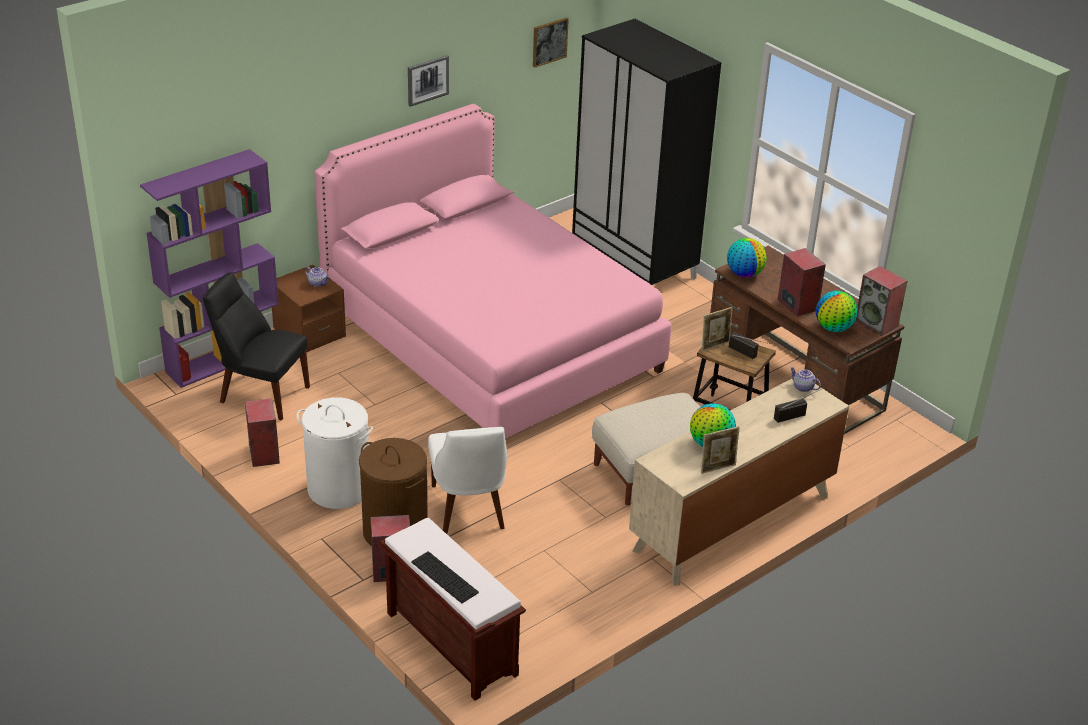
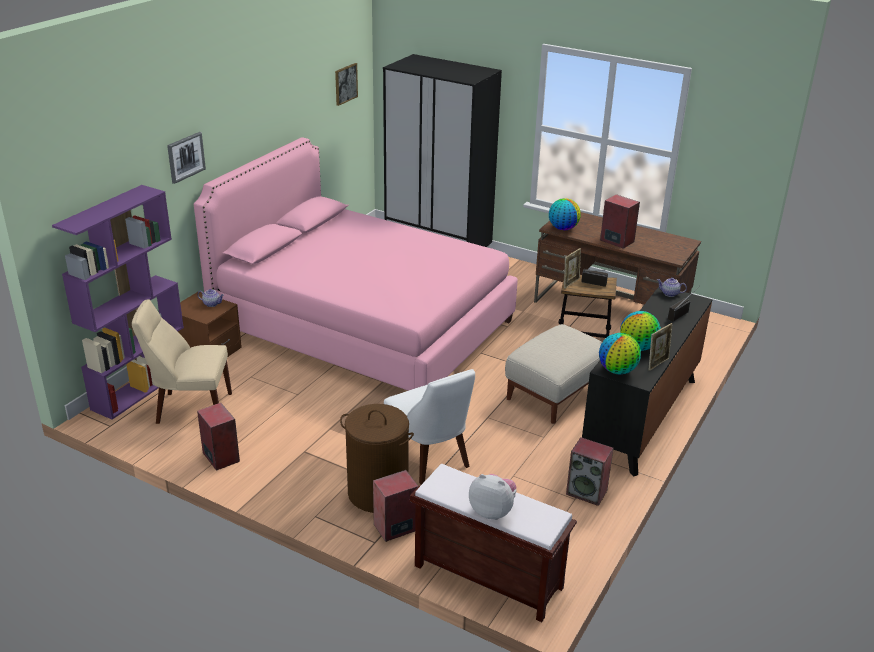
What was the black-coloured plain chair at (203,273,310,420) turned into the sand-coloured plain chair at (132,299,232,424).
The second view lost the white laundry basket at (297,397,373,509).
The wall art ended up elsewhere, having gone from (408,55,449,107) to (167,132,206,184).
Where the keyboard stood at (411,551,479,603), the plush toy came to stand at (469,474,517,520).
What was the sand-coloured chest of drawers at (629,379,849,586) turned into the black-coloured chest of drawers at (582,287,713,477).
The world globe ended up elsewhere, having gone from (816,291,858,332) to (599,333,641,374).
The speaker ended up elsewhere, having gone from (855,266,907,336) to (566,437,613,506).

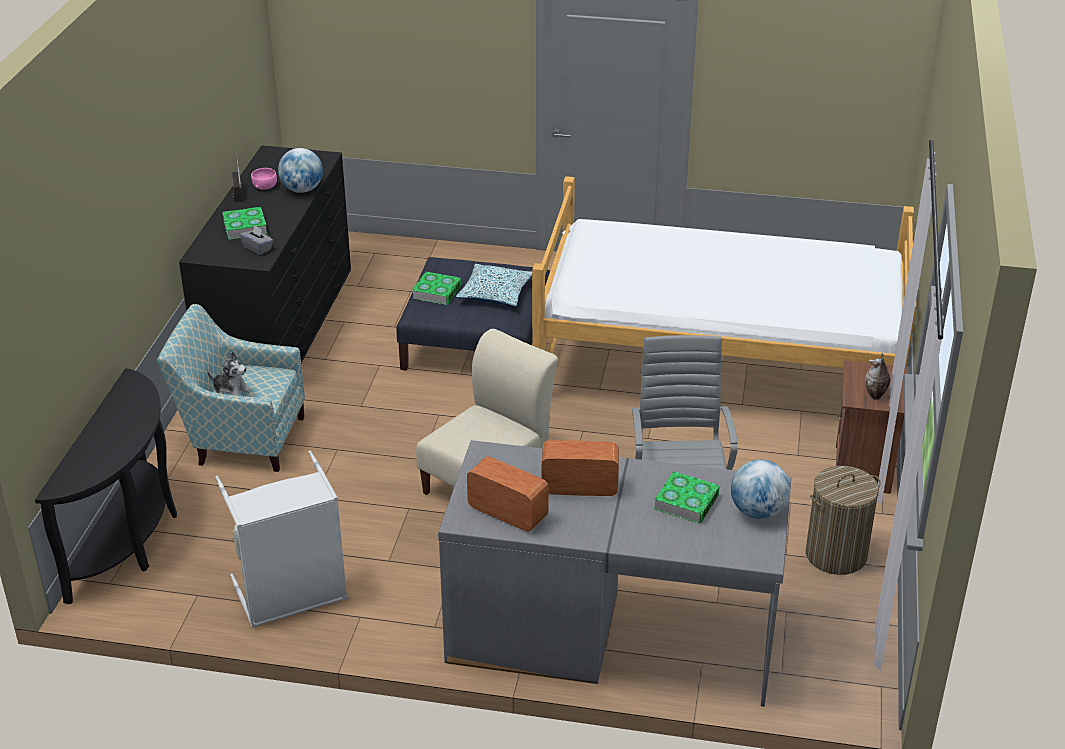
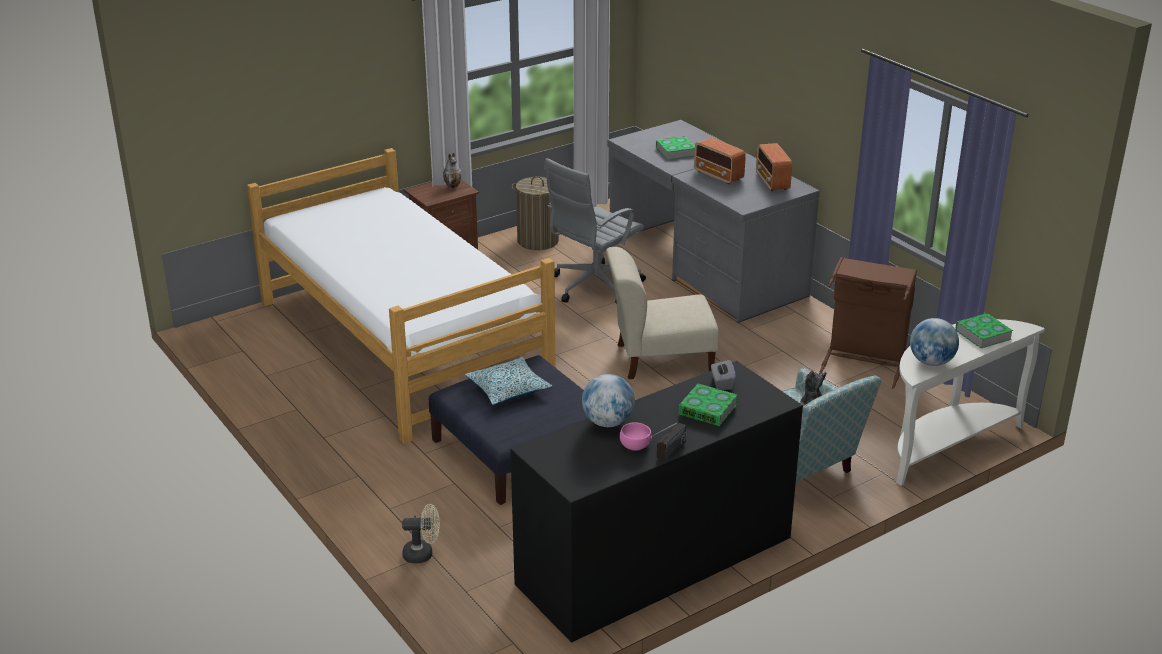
What was the black-coloured hall table at (35,368,177,604) turned into the white hall table at (896,319,1045,486).
What was the grey laundry basket at (215,451,347,628) turned into the brown-coloured laundry basket at (819,257,917,389).
The book ended up elsewhere, having gone from (412,272,461,305) to (955,313,1013,348).
The world globe ended up elsewhere, having gone from (731,459,791,519) to (910,318,959,366).
The second view gained the sand-coloured fan at (402,504,440,564).

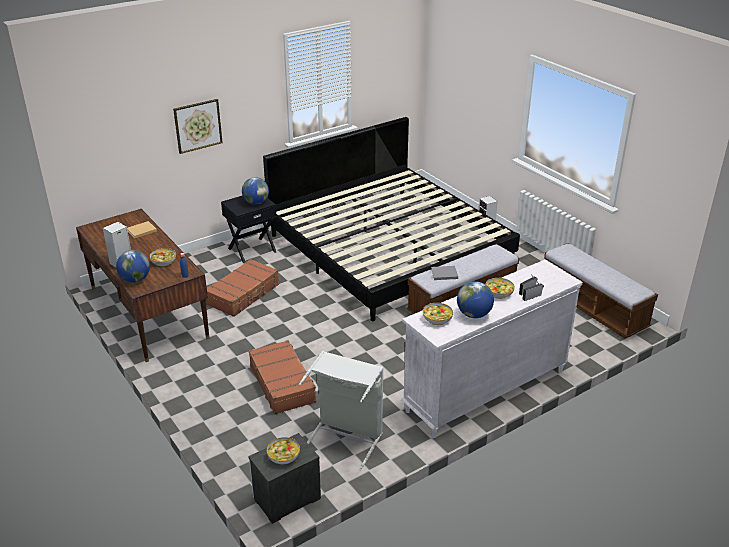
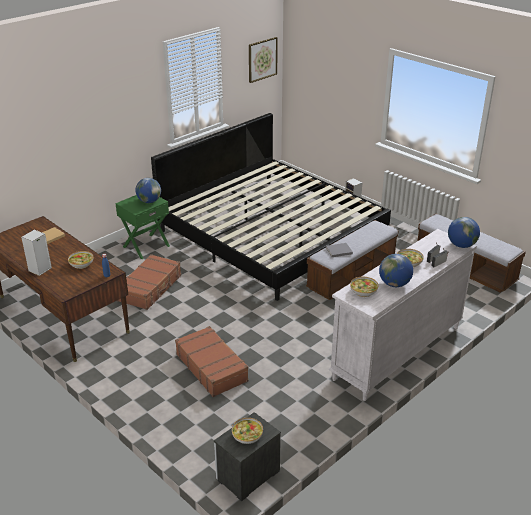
The world globe ended up elsewhere, having gone from (116,250,150,283) to (448,217,480,248).
The wall art ended up elsewhere, having gone from (173,99,223,154) to (249,37,278,83).
What was the black-coloured bedside table at (221,195,277,263) turned into the green bedside table at (115,195,170,259).
The second view lost the grey laundry basket at (299,351,384,469).

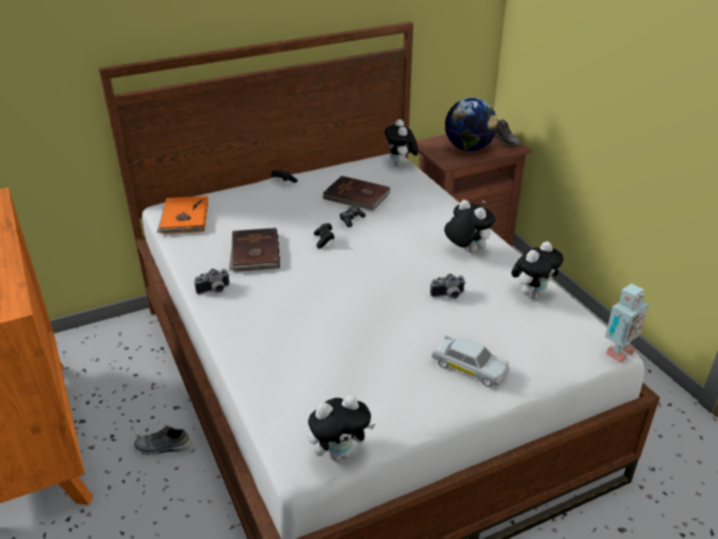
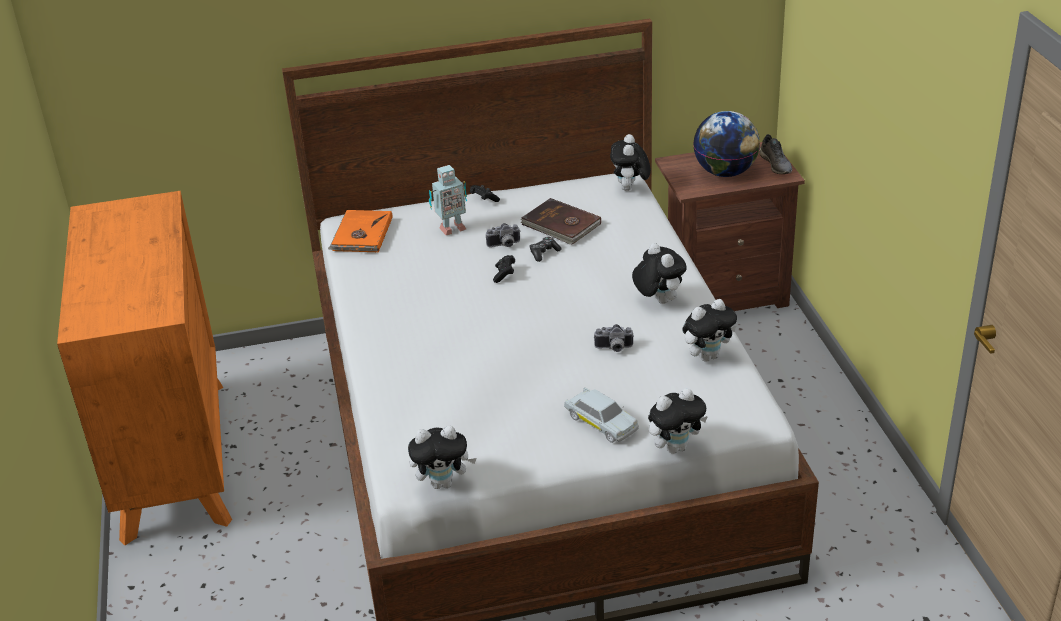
The second view lost the grey low shoe at (134,426,191,455).
The still camera ended up elsewhere, having gone from (194,269,230,294) to (486,223,521,247).
The second view lost the brown-coloured book at (229,228,280,272).
The model robot ended up elsewhere, having gone from (605,284,649,363) to (429,165,467,235).
The second view gained the plush toy at (648,388,708,454).

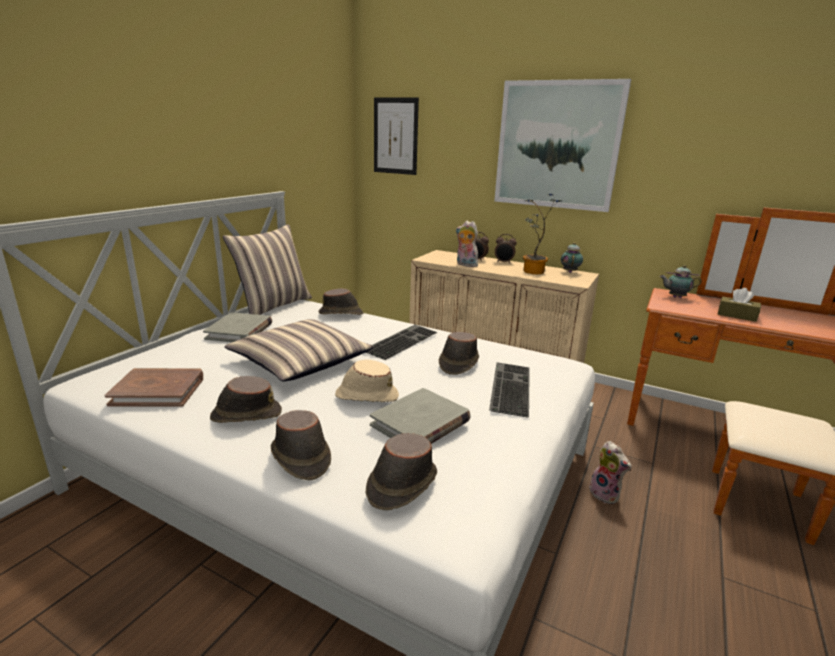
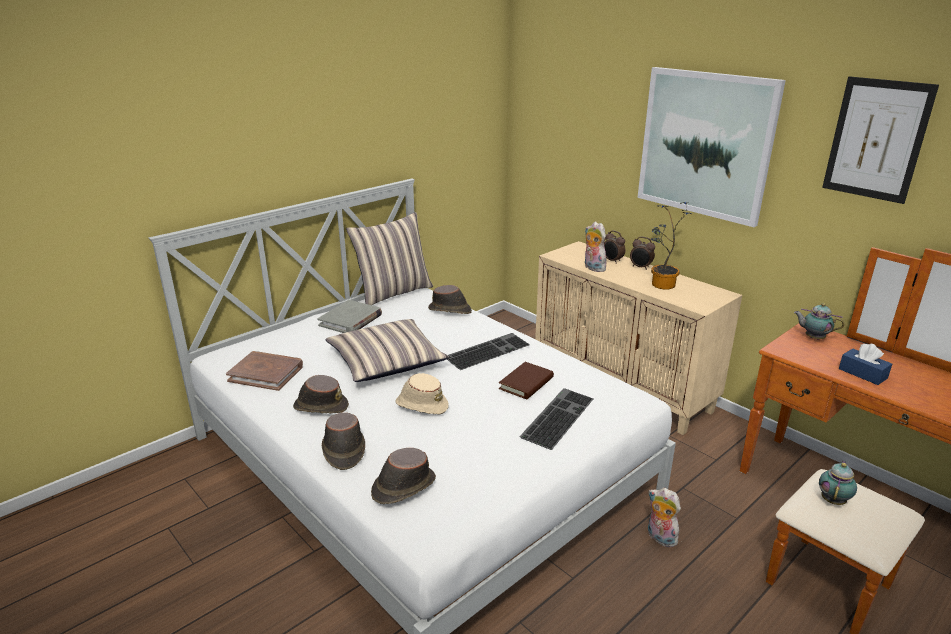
The second view lost the grey book at (370,388,471,444).
The wall art ended up elsewhere, having gone from (374,98,419,175) to (822,76,939,204).
Where the brown-coloured wearable hat stood at (439,332,479,375), the brown-coloured book came to stand at (499,362,554,399).
The teapot ended up elsewhere, having gone from (561,242,583,273) to (819,461,857,505).
The plush toy at (589,441,632,504) ended up facing another way, 150 degrees clockwise from before.
What was the brown-coloured tissue box at (718,288,761,322) turned into the bluish tissue box at (839,344,892,385).

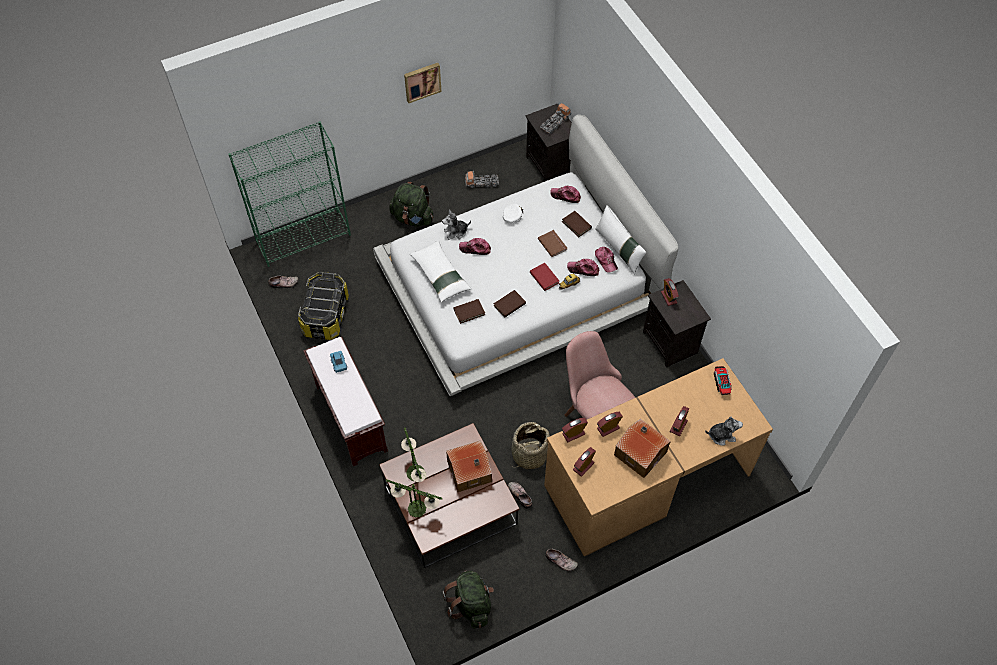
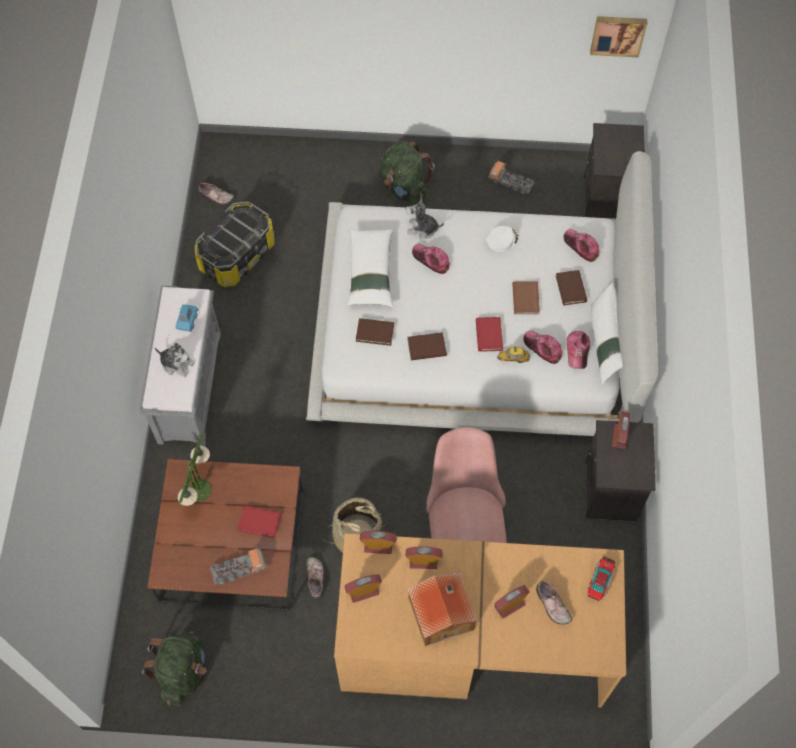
The second view lost the green bookcase at (228,121,351,267).
What was the brown-coloured long seat at (303,337,388,466) turned into the grey long seat at (139,285,221,446).
The second view lost the table lamp at (386,479,443,518).
The wall art ended up elsewhere, having gone from (404,63,441,103) to (590,16,647,57).
Where the model house stood at (446,441,492,492), the red book came to stand at (238,506,281,538).
The model truck ended up elsewhere, having gone from (540,103,571,134) to (210,549,267,585).
The low shoe ended up elsewhere, having gone from (546,549,578,571) to (536,581,572,625).
The plush toy ended up elsewhere, having gone from (705,416,743,446) to (155,343,195,378).

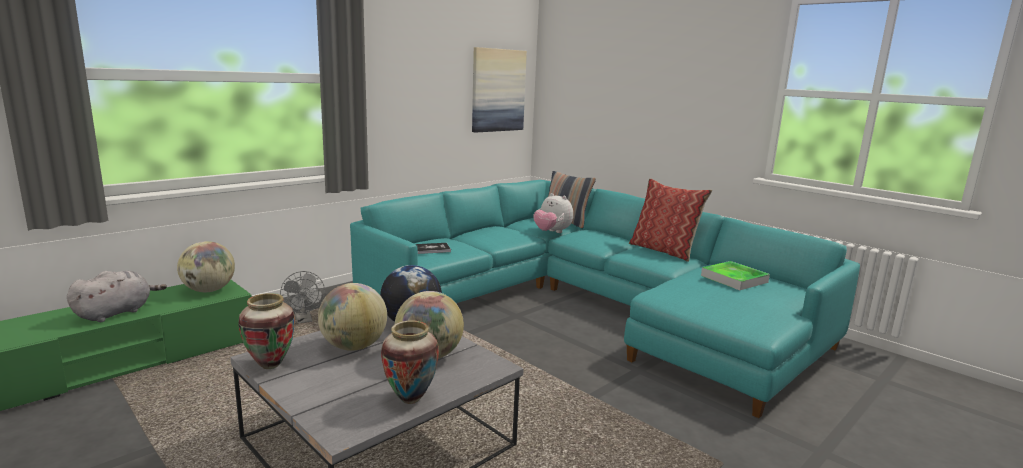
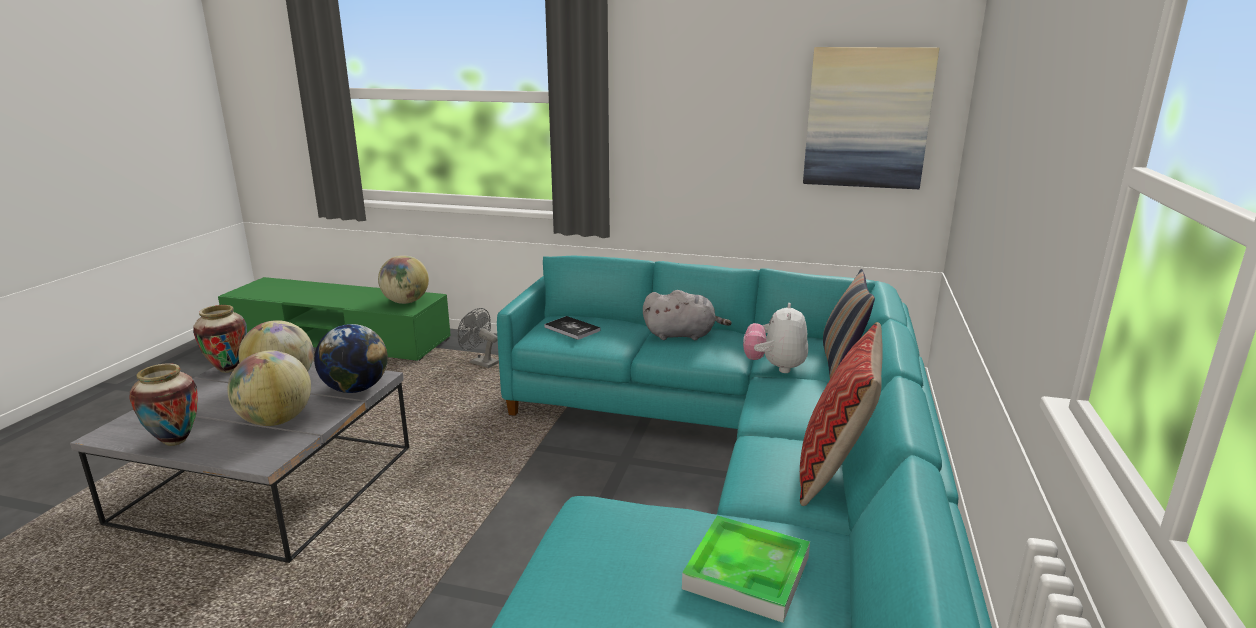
The grey plush toy ended up elsewhere, having gone from (67,271,167,322) to (643,290,732,340).
The grey fan at (280,271,325,324) ended up facing another way, 90 degrees clockwise from before.

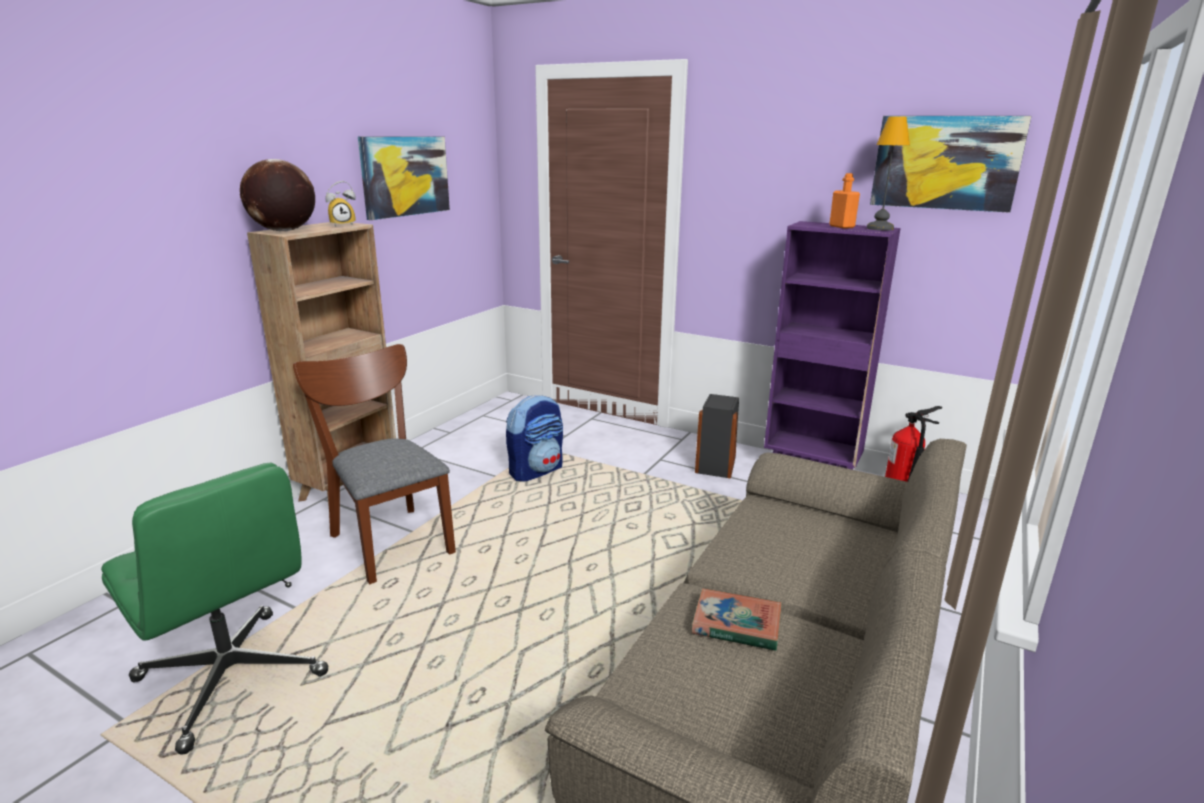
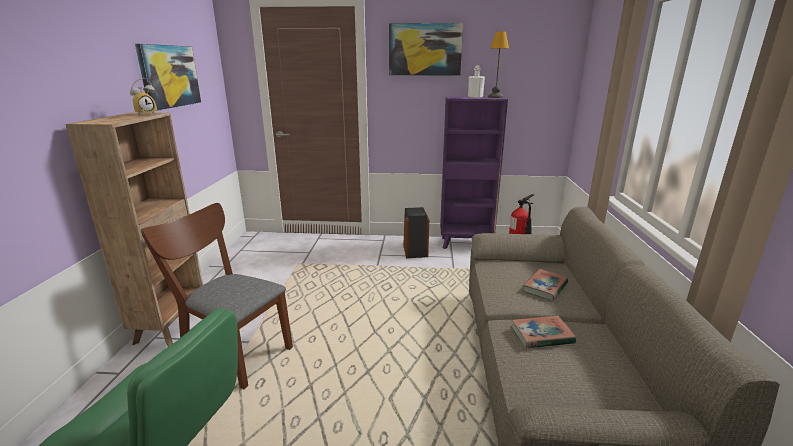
The second view lost the world globe at (240,159,315,231).
The second view lost the rucksack at (506,394,563,482).
What was the orange bottle at (829,173,860,229) turned into the white bottle at (468,66,485,98).
The wall art ended up elsewhere, having gone from (870,116,1031,213) to (389,23,463,76).
The second view gained the book at (523,269,568,301).

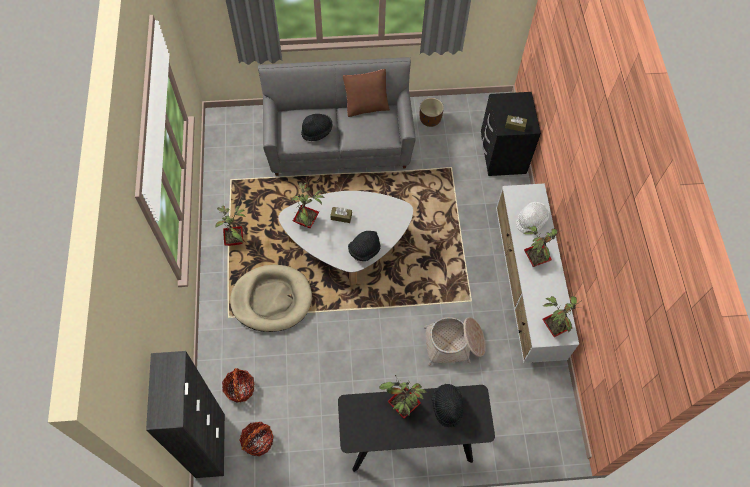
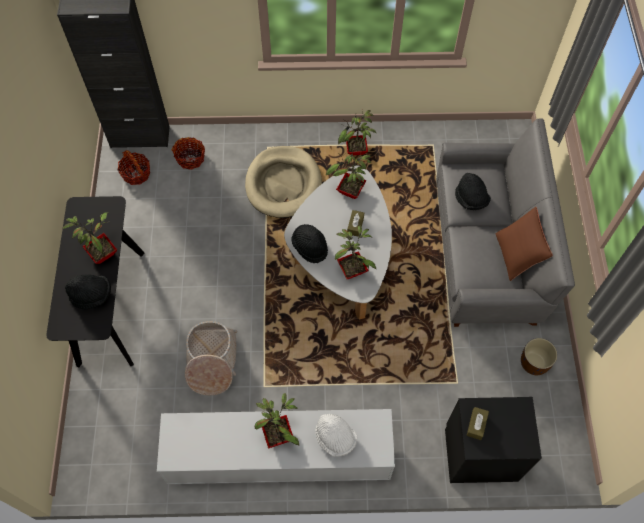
The potted plant ended up elsewhere, having gone from (542,296,582,337) to (335,226,376,279).

